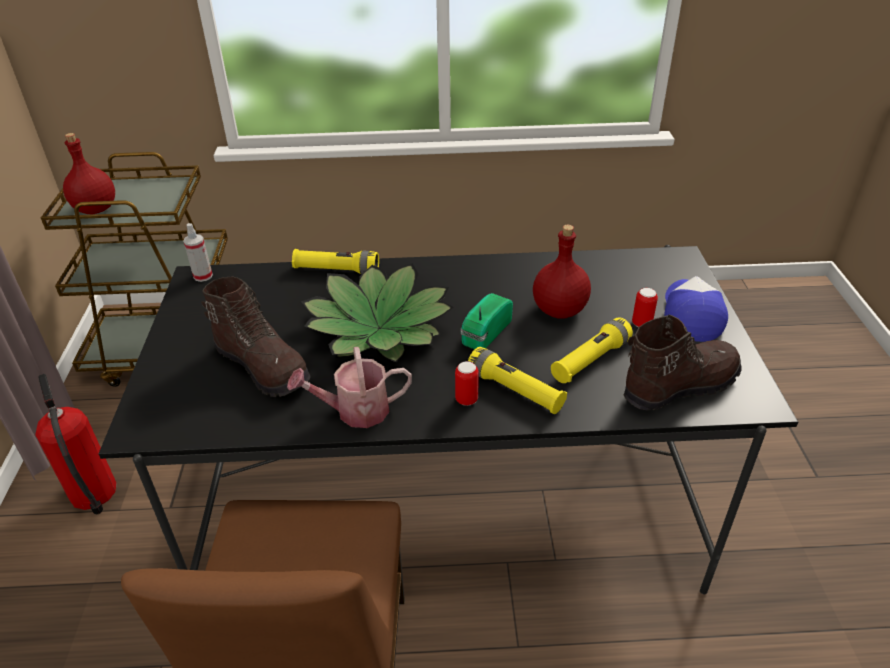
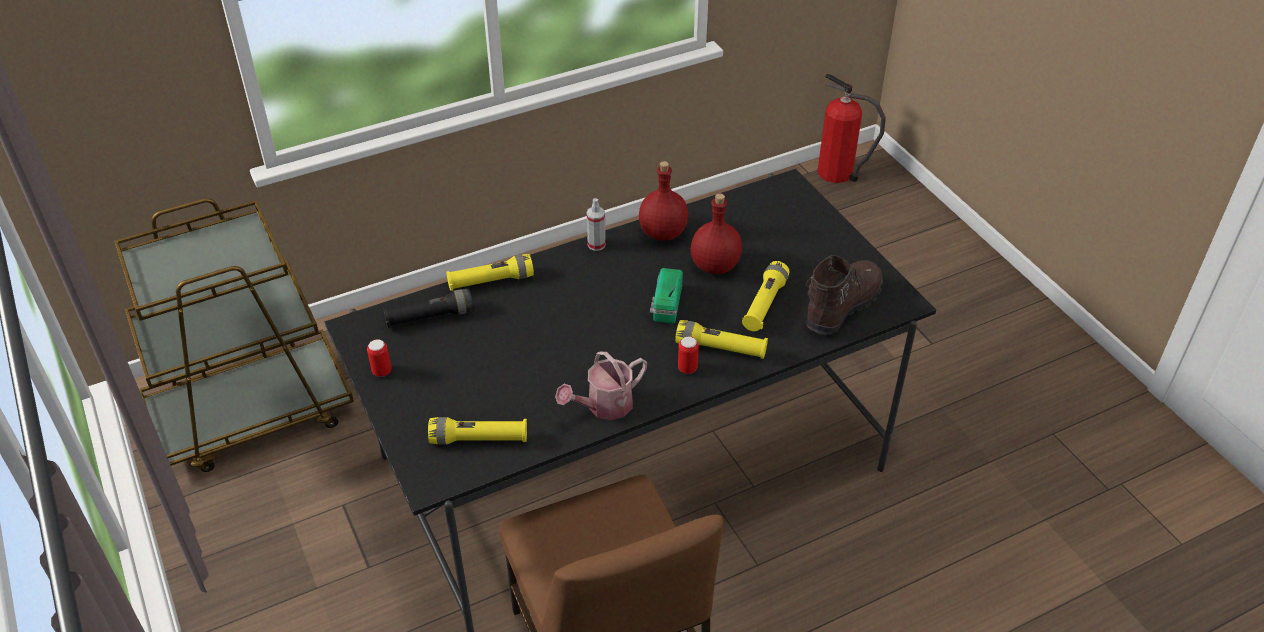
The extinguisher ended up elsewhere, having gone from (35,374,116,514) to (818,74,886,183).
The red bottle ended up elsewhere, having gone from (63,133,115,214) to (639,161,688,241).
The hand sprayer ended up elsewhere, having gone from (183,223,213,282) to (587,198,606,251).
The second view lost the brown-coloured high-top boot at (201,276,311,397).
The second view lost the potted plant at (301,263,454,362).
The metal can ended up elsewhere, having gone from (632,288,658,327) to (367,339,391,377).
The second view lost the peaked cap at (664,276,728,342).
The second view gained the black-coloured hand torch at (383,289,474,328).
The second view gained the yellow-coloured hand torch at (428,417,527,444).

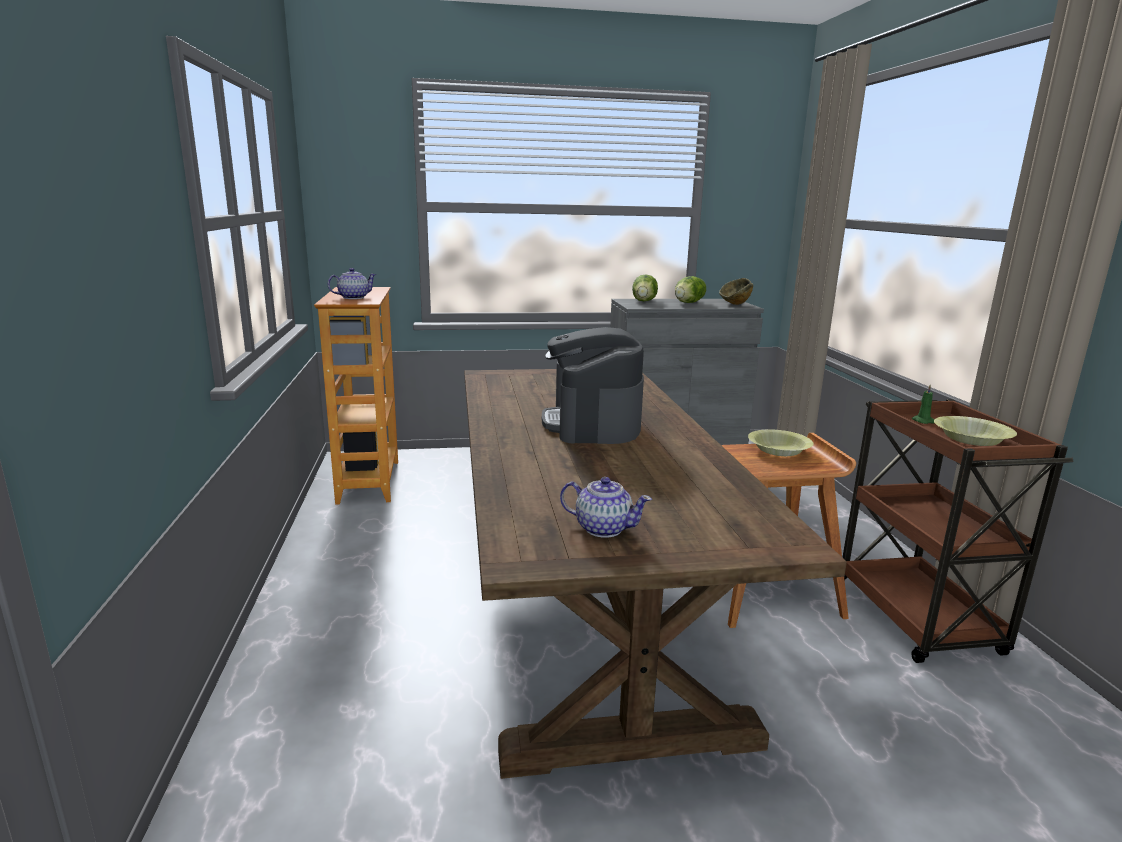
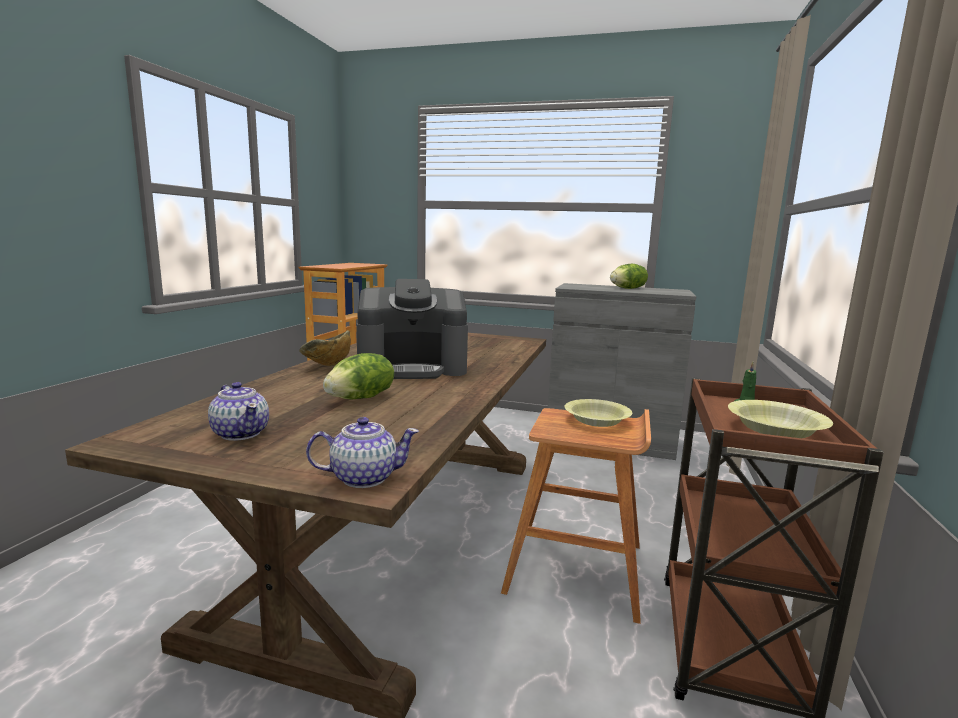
The teapot ended up elsewhere, having gone from (328,268,376,299) to (306,417,419,488).
The coffee brewer at (542,327,644,444) ended up facing another way, 120 degrees counterclockwise from before.
The lettuce head ended up elsewhere, having gone from (632,275,658,301) to (323,353,394,399).
The deep dish ended up elsewhere, having gone from (719,278,753,305) to (299,330,351,366).

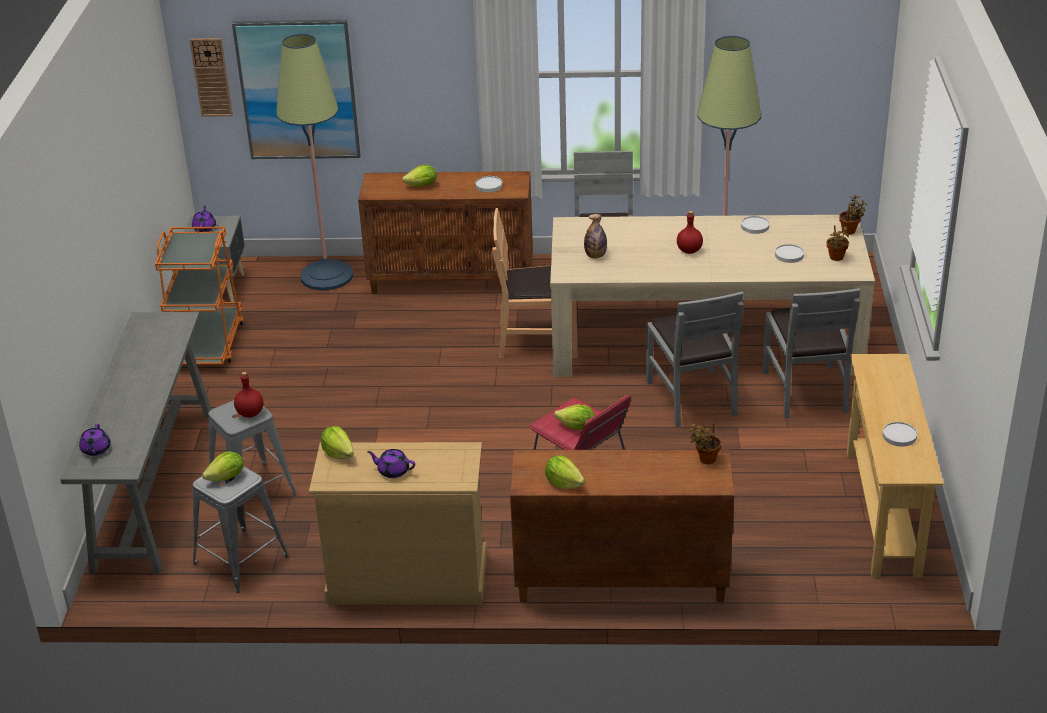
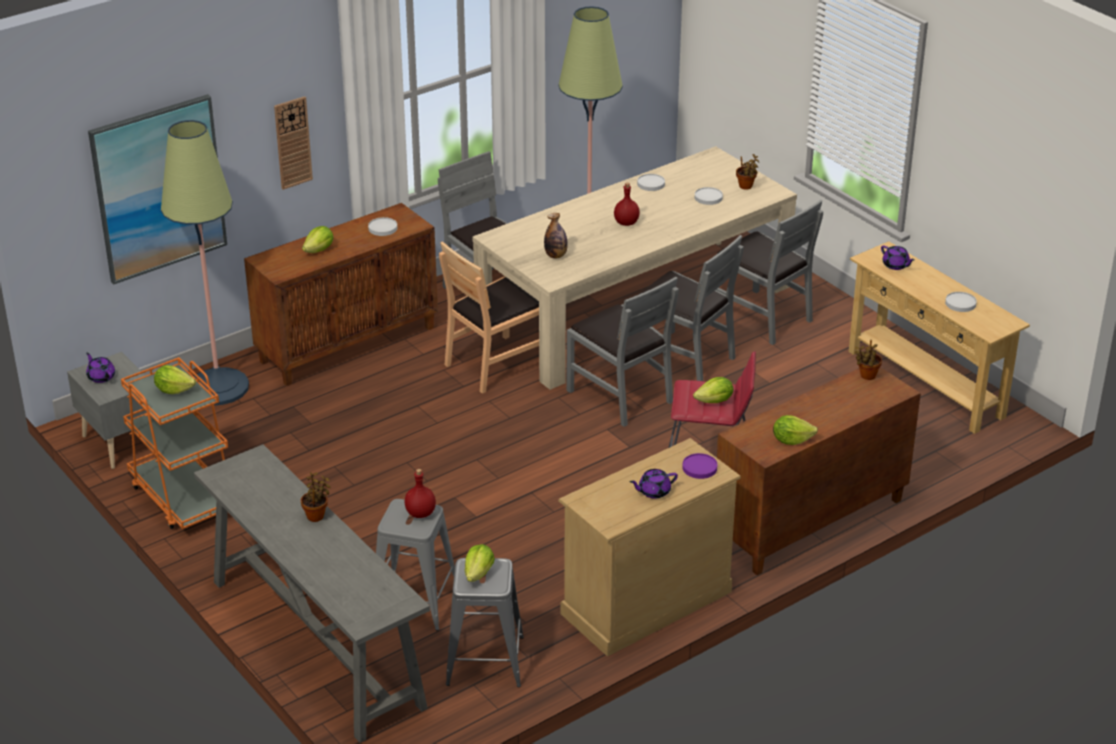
The purple teapot ended up elsewhere, having gone from (79,424,111,456) to (881,245,915,270).
The wall clock ended up elsewhere, having gone from (190,38,233,117) to (274,96,313,190).
The lettuce head ended up elsewhere, having gone from (321,426,354,459) to (154,365,196,394).
The potted plant ended up elsewhere, having gone from (839,195,867,235) to (301,472,331,522).
The second view gained the grey plain chair at (567,277,679,427).
The second view gained the purple flat dish at (682,453,717,479).

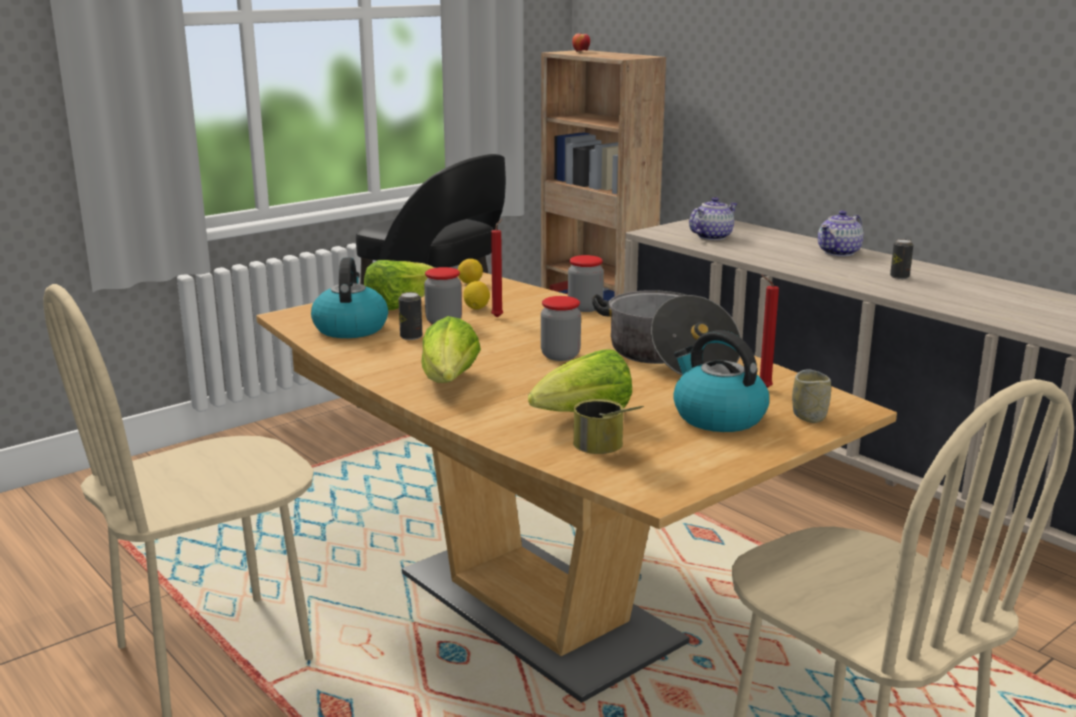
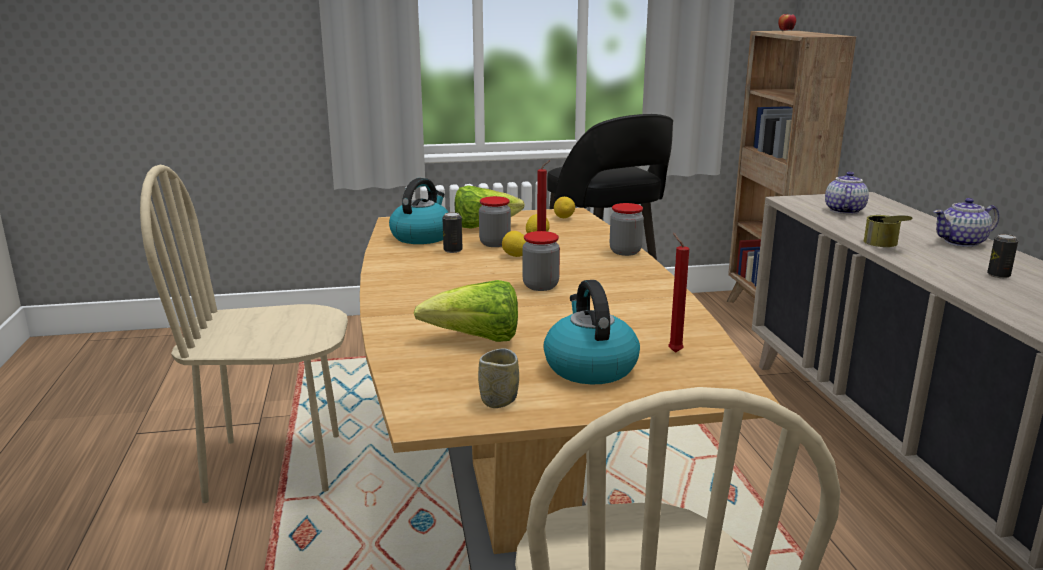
The second view lost the lettuce head at (421,316,481,383).
The metal can ended up elsewhere, having gone from (573,399,644,454) to (863,215,913,247).
The second view lost the stockpot at (592,290,741,376).
The teapot at (689,197,738,240) ended up facing another way, 60 degrees counterclockwise from before.
The small cup ended up elsewhere, having gone from (792,369,831,423) to (478,348,519,408).
The second view gained the citrus fruit at (502,231,526,257).

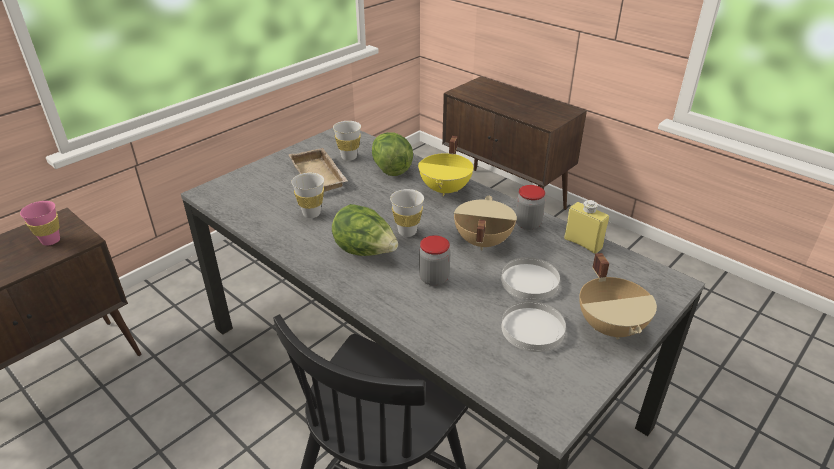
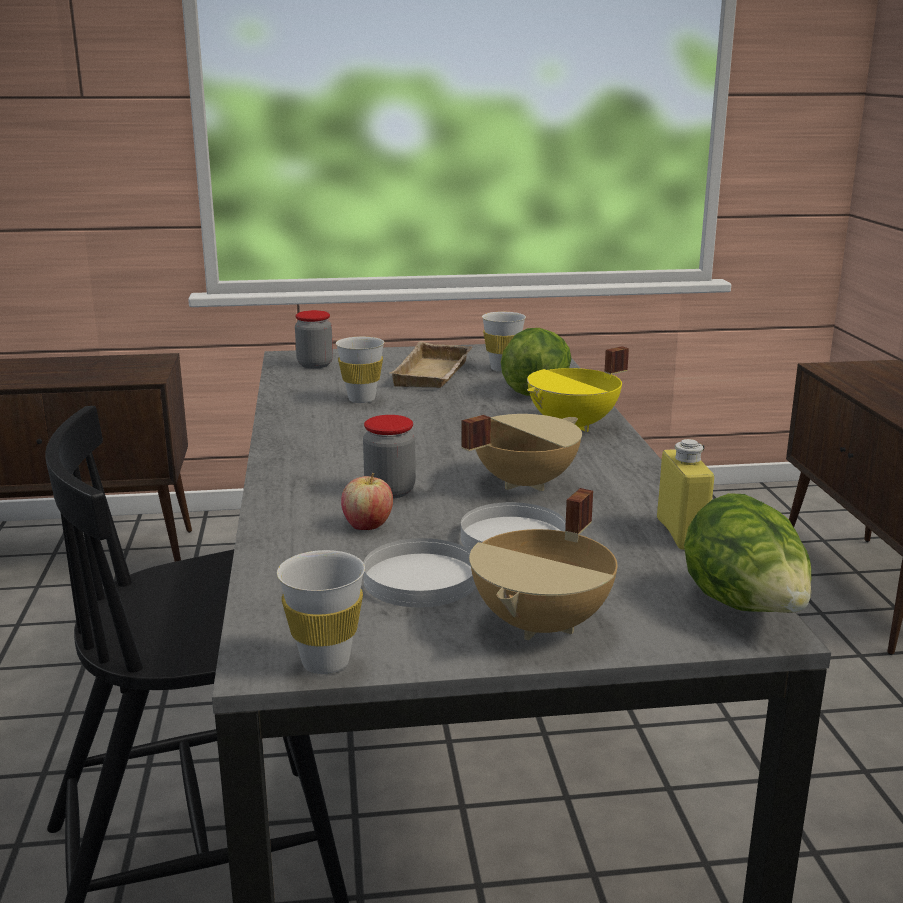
The second view lost the pinkish small cup at (20,201,60,245).
The lettuce head ended up elsewhere, having gone from (332,204,398,256) to (684,493,811,613).
The white small cup ended up elsewhere, having gone from (390,189,424,237) to (277,550,365,674).
The preserve jar ended up elsewhere, having gone from (515,185,545,230) to (295,310,333,369).
The second view gained the apple at (341,473,393,530).

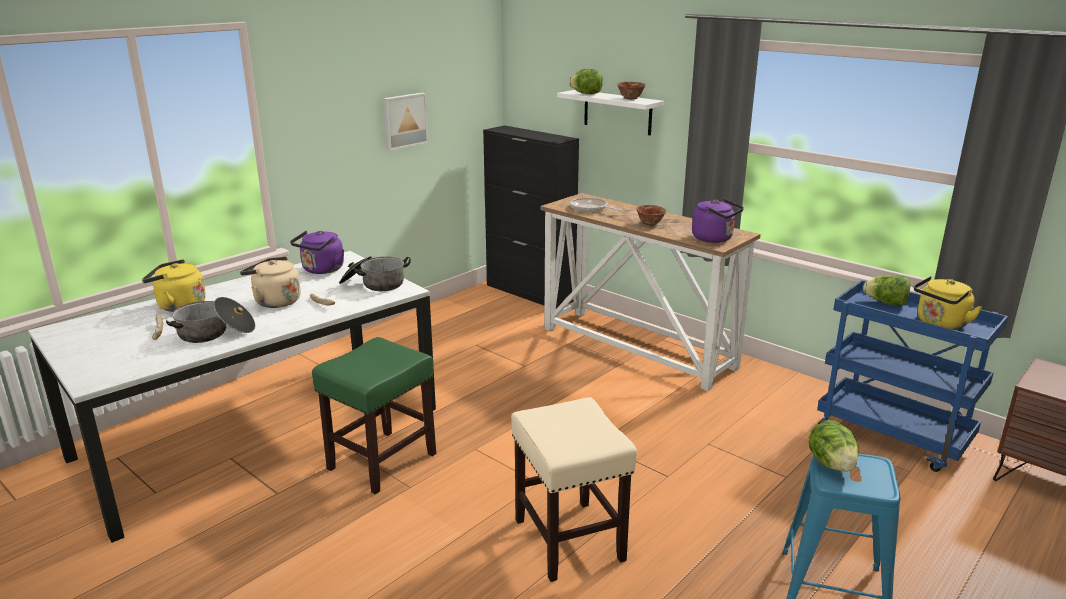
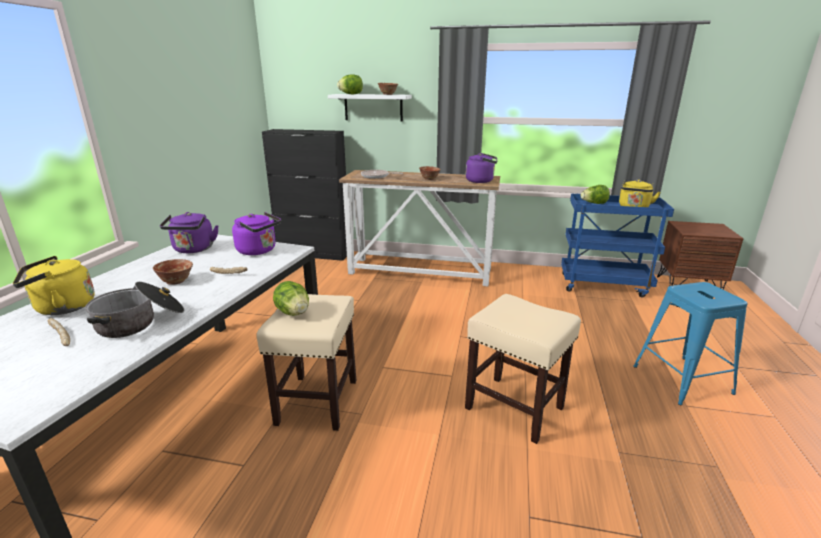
Where the sand-coloured kettle stood at (240,256,301,308), the deep dish came to stand at (153,259,193,285).
What was the green stool seat at (312,337,436,494) turned into the sand-coloured stool seat at (256,294,356,431).
Where the stockpot stood at (339,256,411,291), the purple kettle came to stand at (232,212,281,255).
The second view lost the wall art at (382,93,429,150).
The lettuce head ended up elsewhere, having gone from (809,420,859,471) to (273,281,309,316).

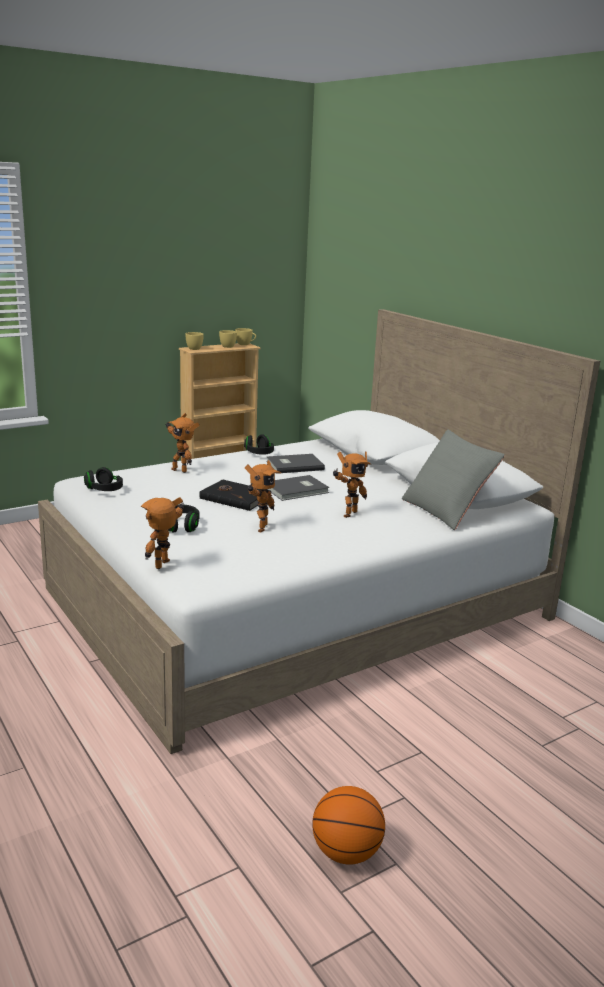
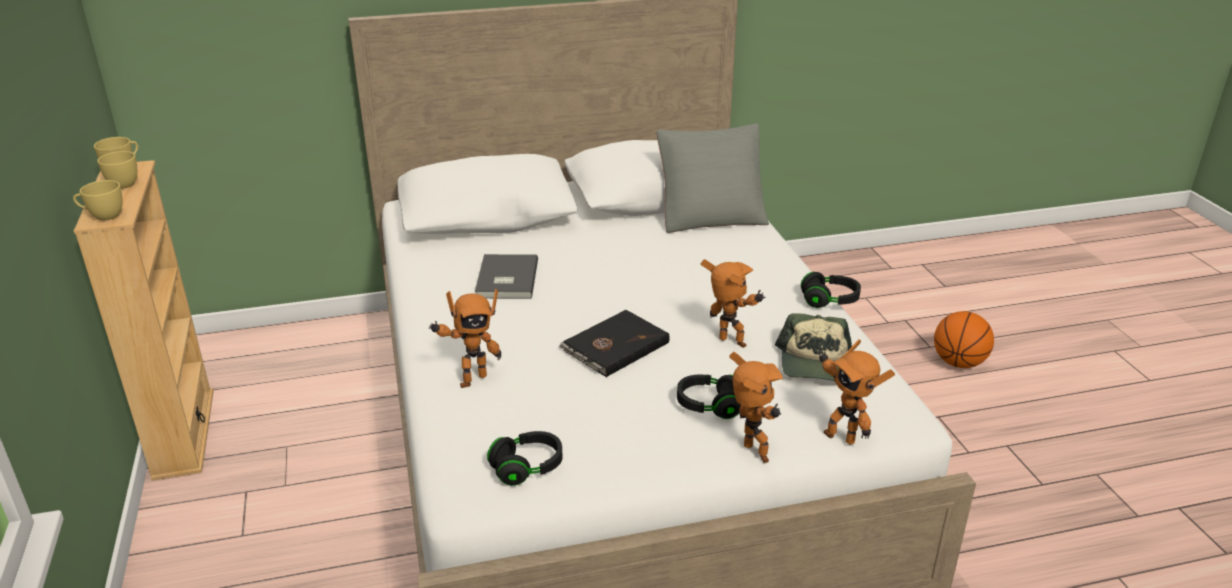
The black-coloured headphones ended up elsewhere, having gone from (244,434,274,455) to (801,272,861,308).
The second view lost the grey book at (268,475,330,501).
The ball for basketball ended up elsewhere, having gone from (312,786,385,865) to (934,311,994,368).
The model robot ended up elsewhere, having gone from (333,451,371,518) to (729,352,783,463).
The second view gained the peaked cap at (775,313,852,381).

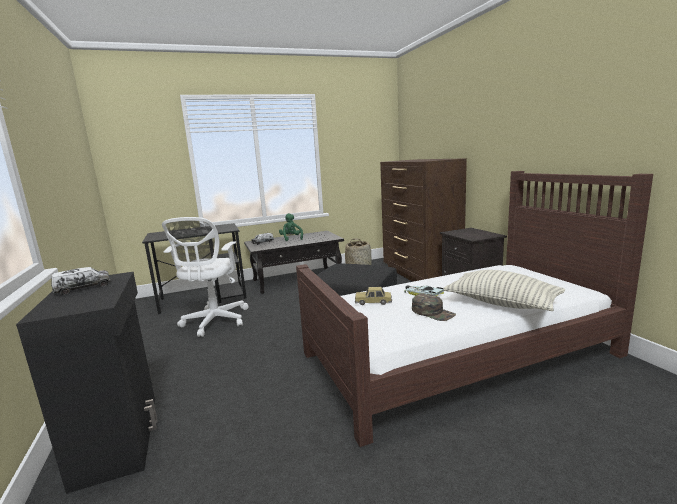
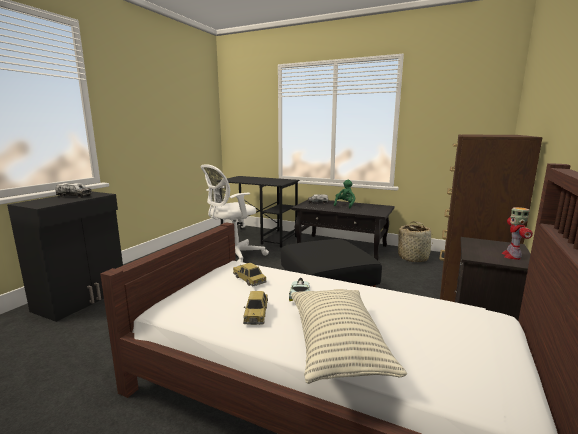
Where the green peaked cap stood at (412,293,456,321), the toy car came to stand at (243,291,268,325).
The second view gained the model robot at (501,207,533,260).

